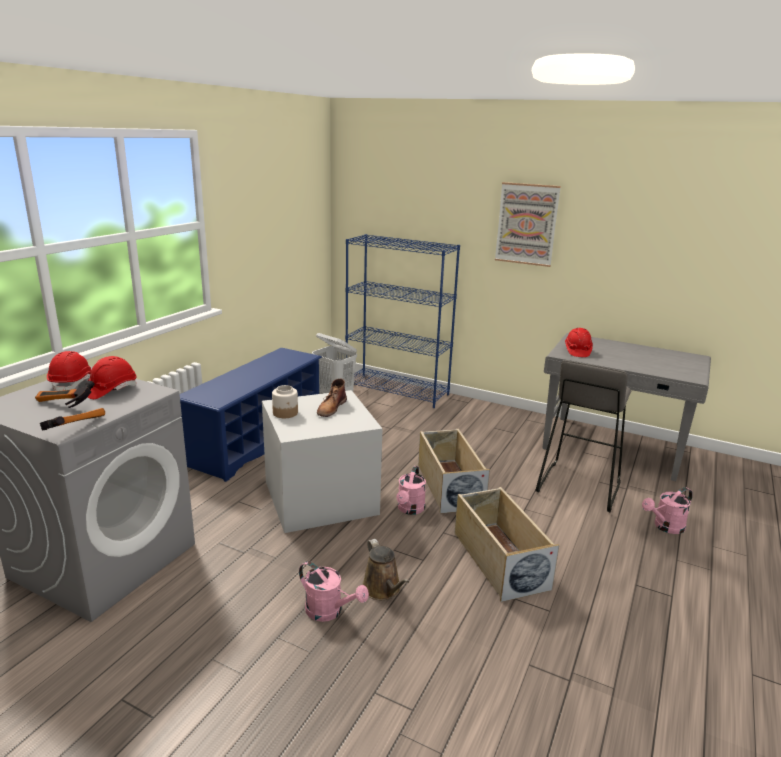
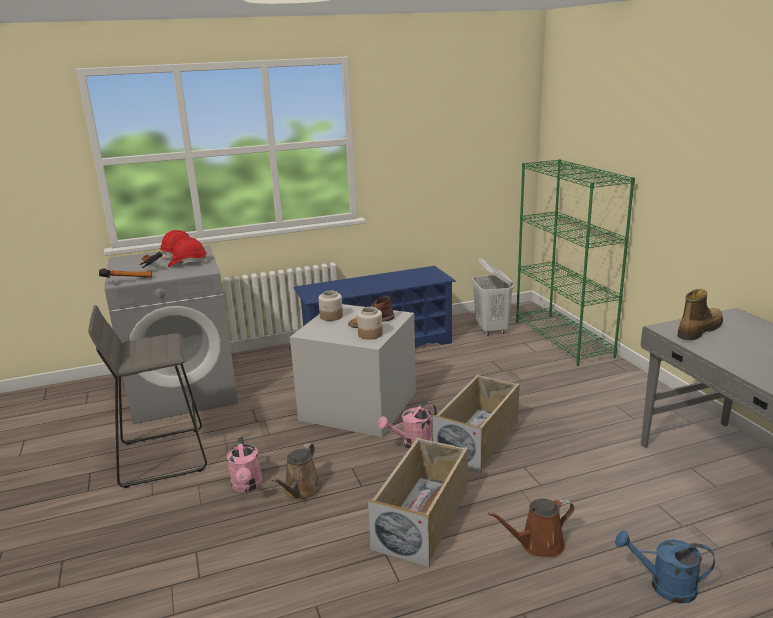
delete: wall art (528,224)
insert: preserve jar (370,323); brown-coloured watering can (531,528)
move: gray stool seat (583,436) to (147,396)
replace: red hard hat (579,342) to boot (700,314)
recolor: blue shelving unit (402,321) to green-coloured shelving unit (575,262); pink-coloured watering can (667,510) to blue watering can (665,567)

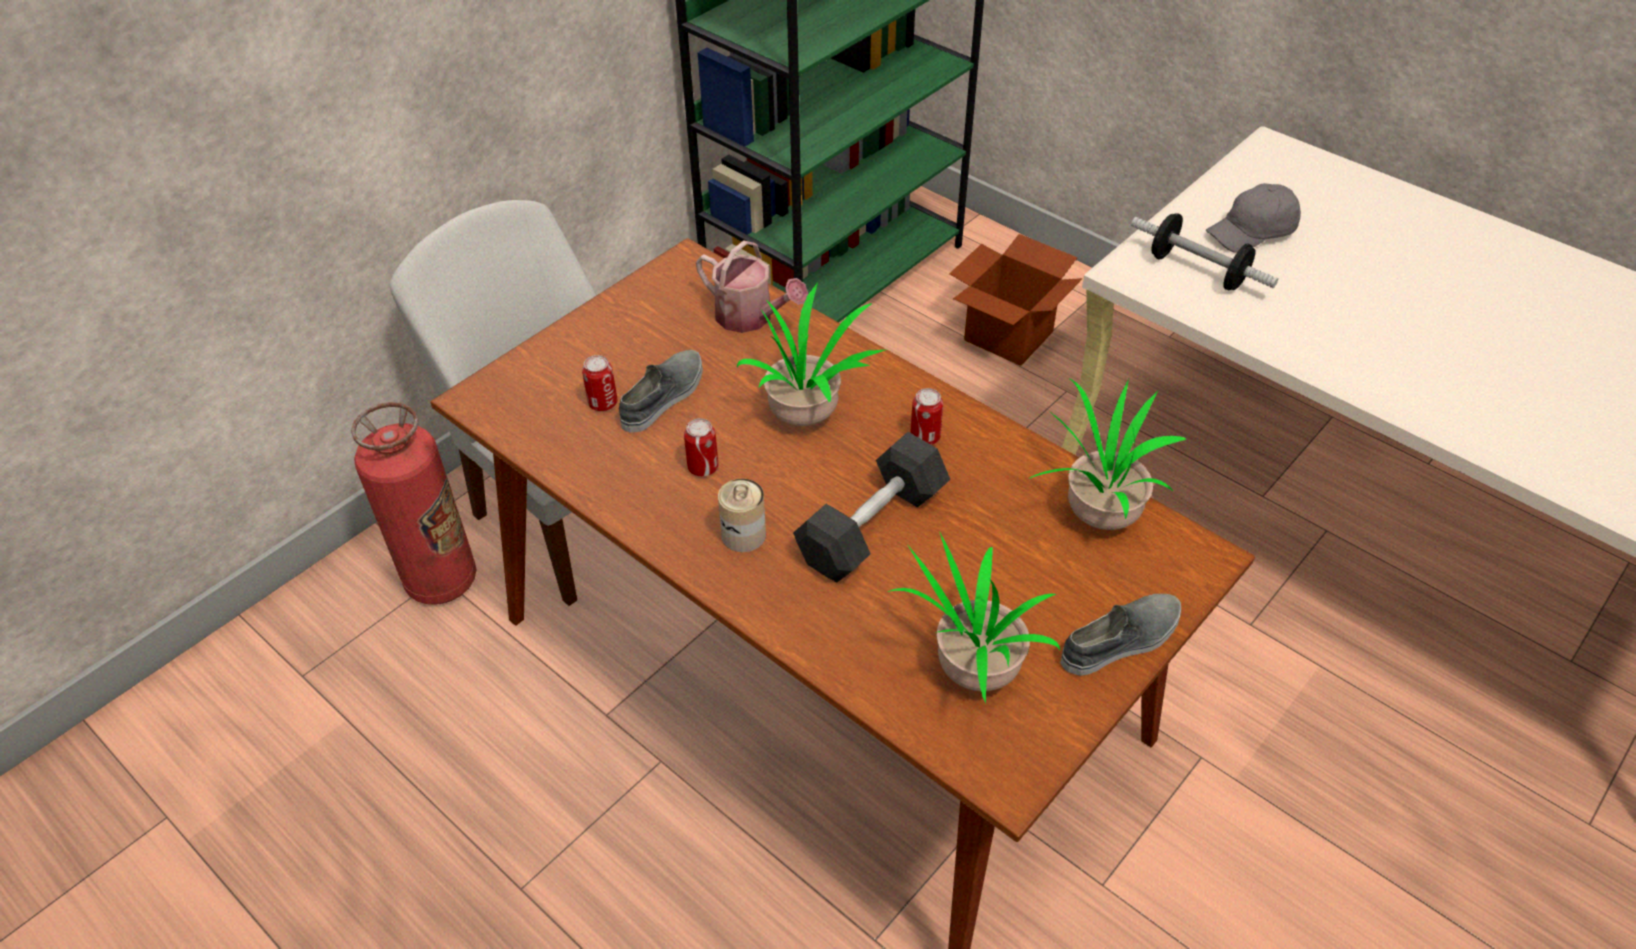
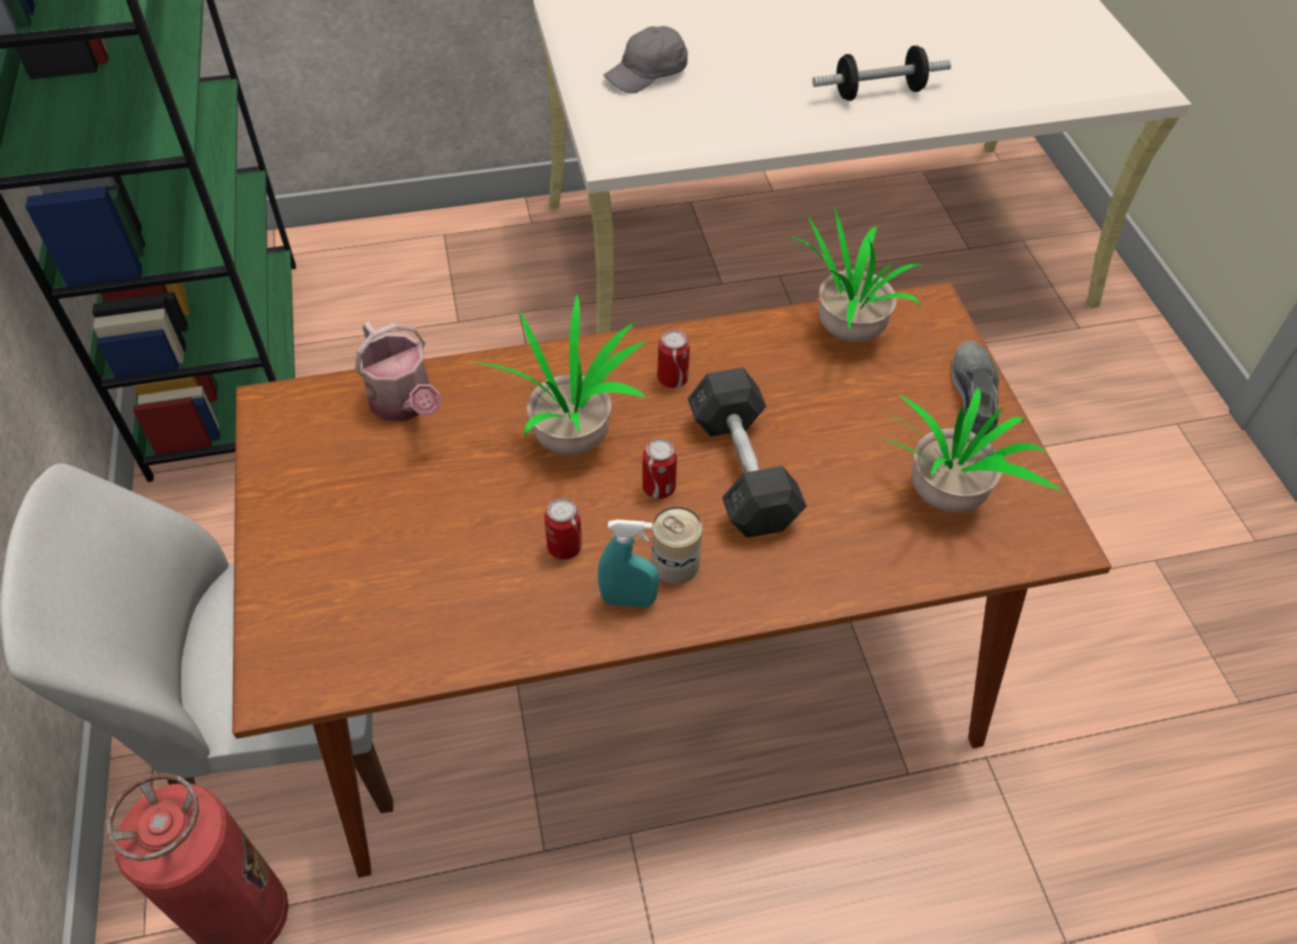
delete: gray item of footwear (661,391); packing box (1015,300)
insert: blue-green hand sprayer (628,563)
move: can (600,383) to (659,468); dumbbell (1204,252) to (881,73)
rotate: watering can (752,286) = (397,371) 75 degrees clockwise; gray peaked cap (1253,218) = (645,59) 45 degrees clockwise

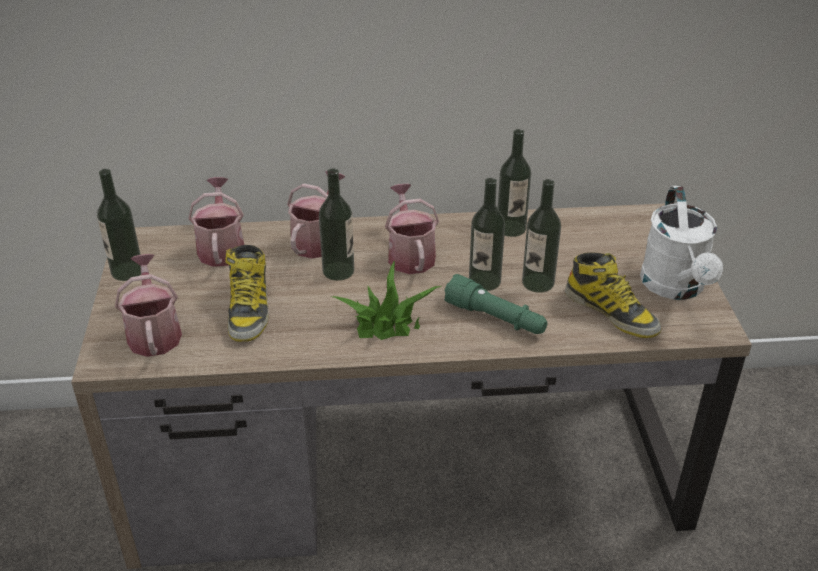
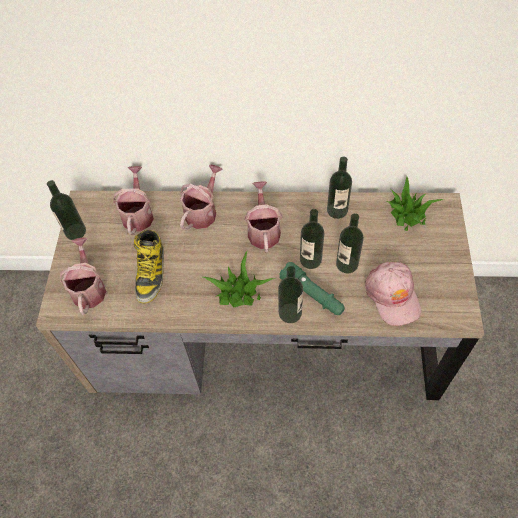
delete: white watering can (681,243)
insert: potted plant (415,203)
move: drink bottle (336,224) to (290,294)
replace: boot (613,295) to pink-coloured peaked cap (393,294)

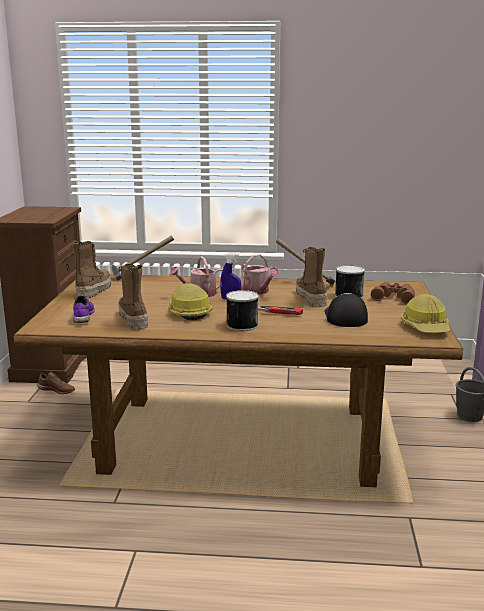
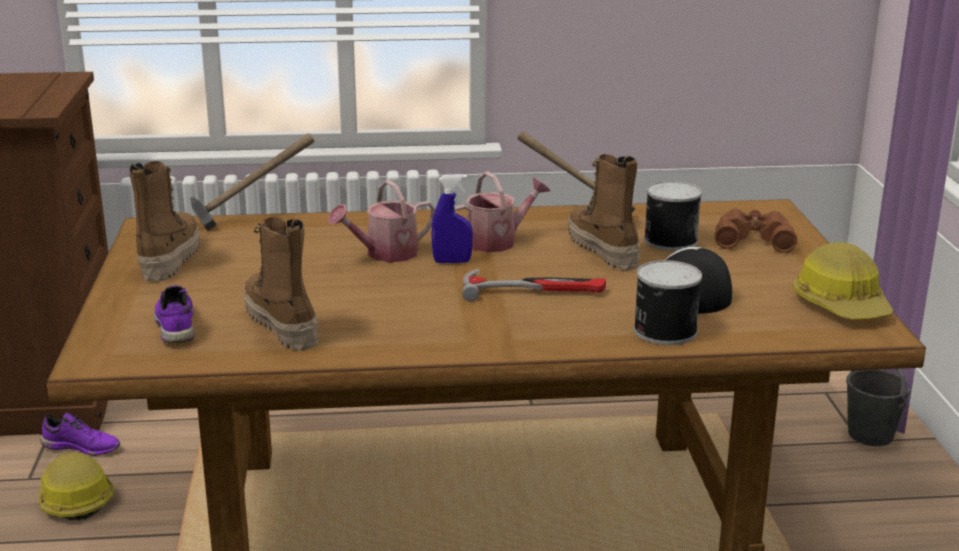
move: hard hat (191,301) to (76,486); can (242,310) to (668,302)
recolor: brown-coloured item of footwear (56,383) to purplish item of footwear (80,434)
rotate: watering can (260,274) = (502,212) 75 degrees counterclockwise

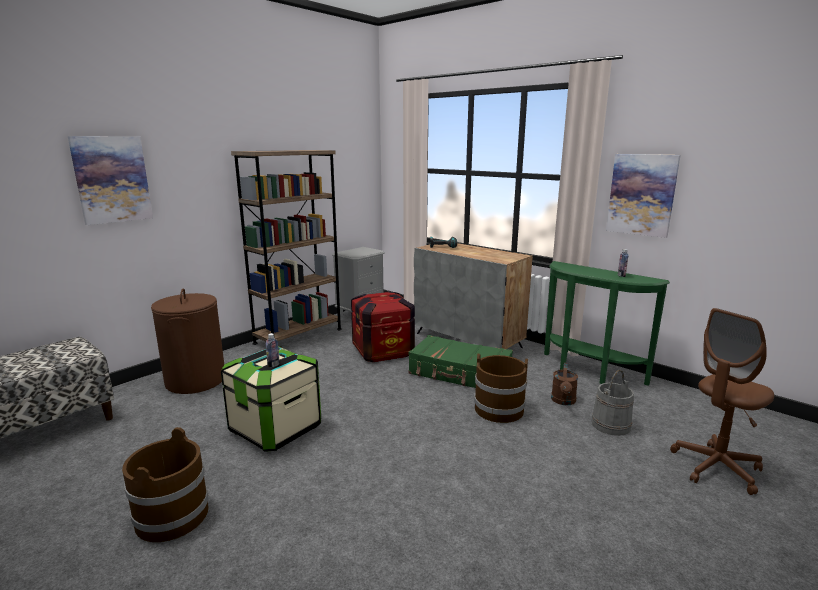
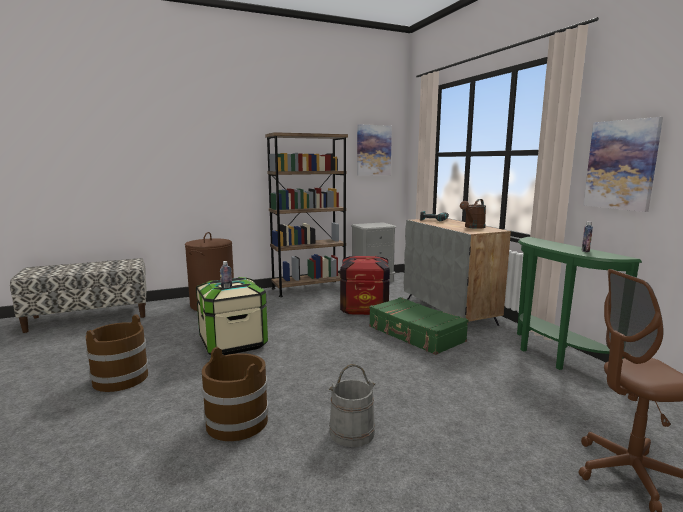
move: brown-coloured bucket (501,388) to (235,394); gray bucket (612,403) to (352,405); wall art (110,180) to (374,150); brown-coloured watering can (564,384) to (473,214)

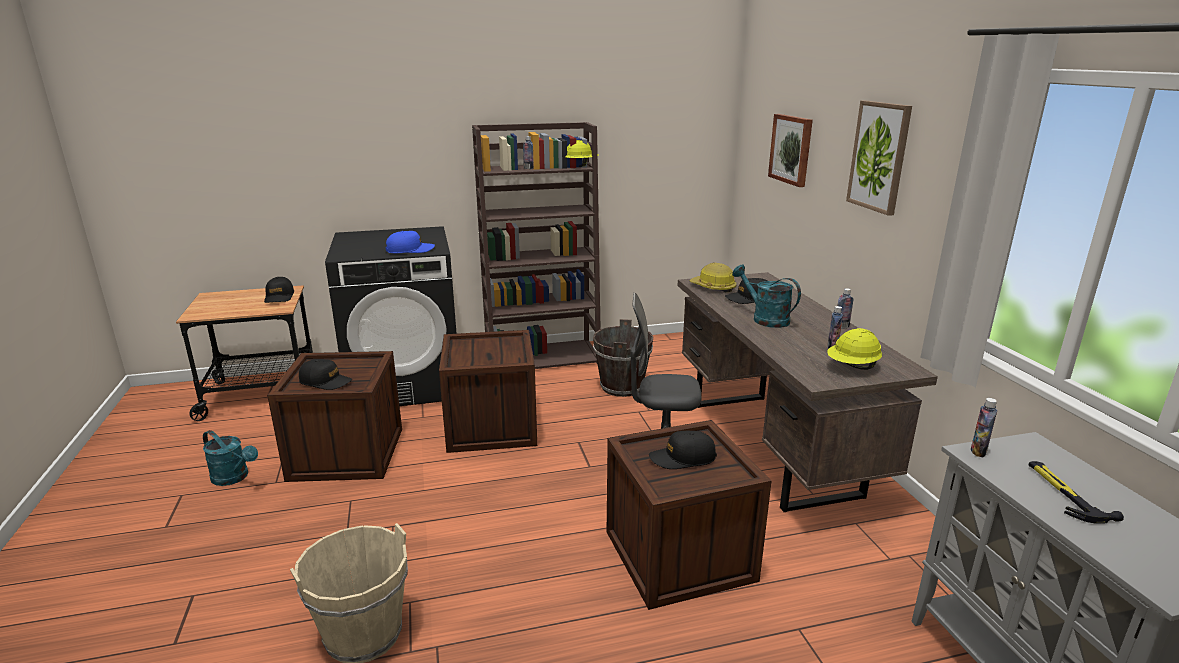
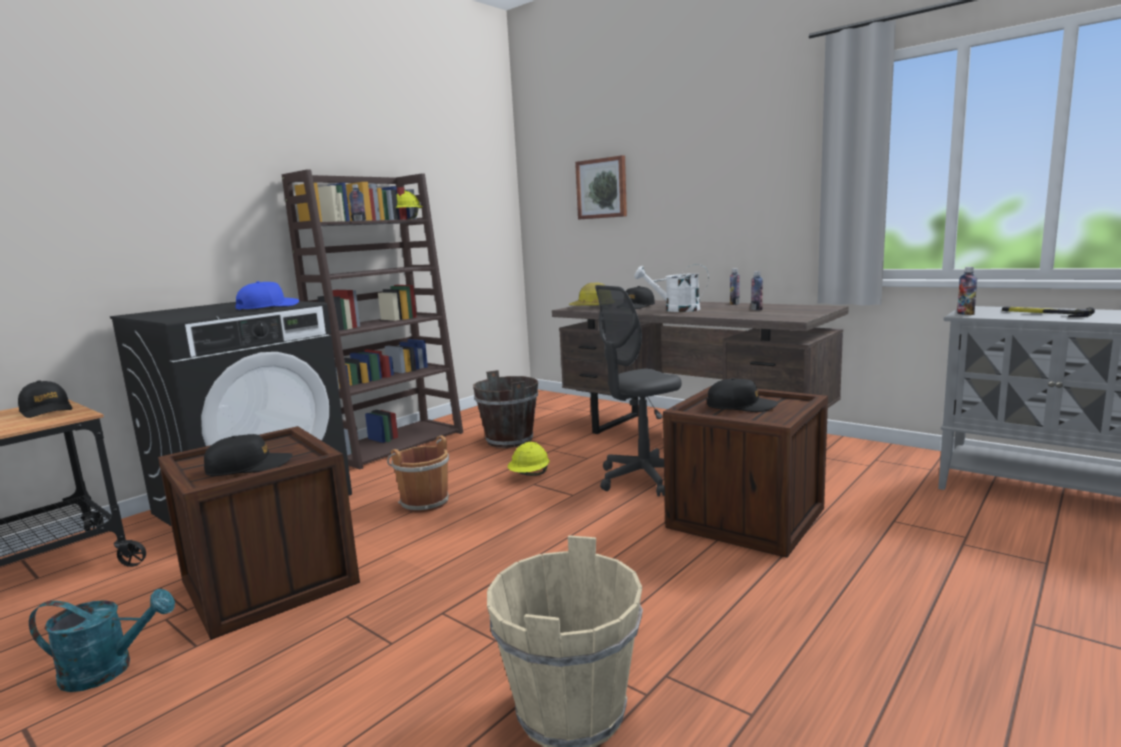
delete: wall art (879,158)
move: yellow-coloured hard hat (854,349) to (529,459)
replace: packing crate (488,391) to brown-coloured bucket (418,474)
recolor: blue-green watering can (766,296) to white watering can (672,288)
rotate: black-coloured peaked cap (683,450) = (742,395) 120 degrees counterclockwise

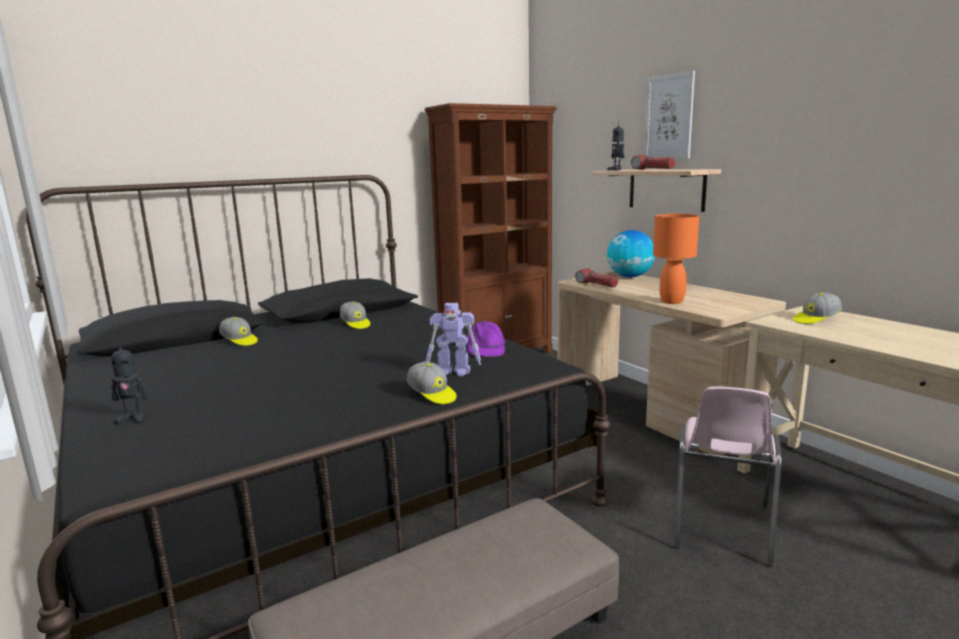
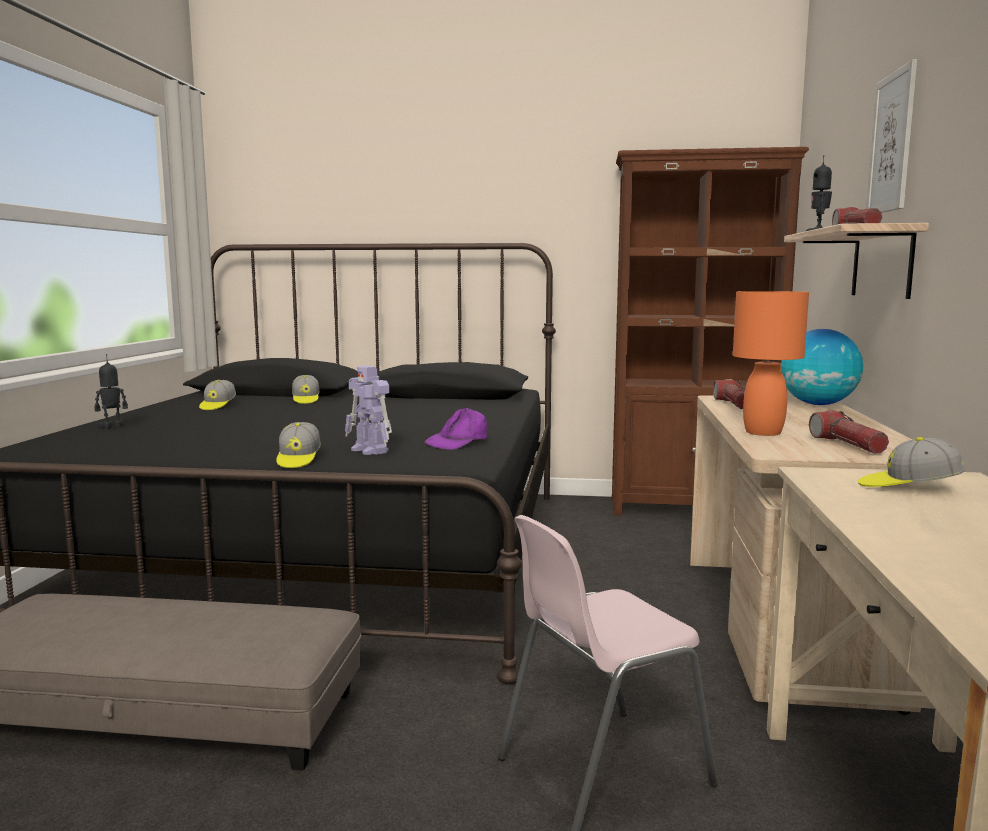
insert: torch (849,432)
move: peaked cap (355,315) to (217,395)
rotate: toy robot (129,381) = (111,391) 105 degrees clockwise

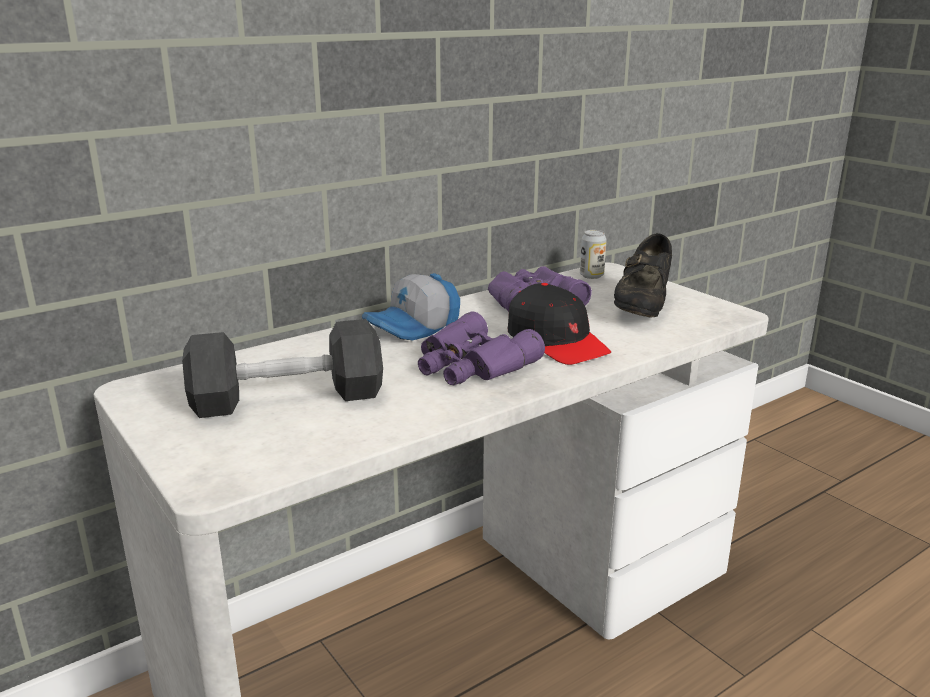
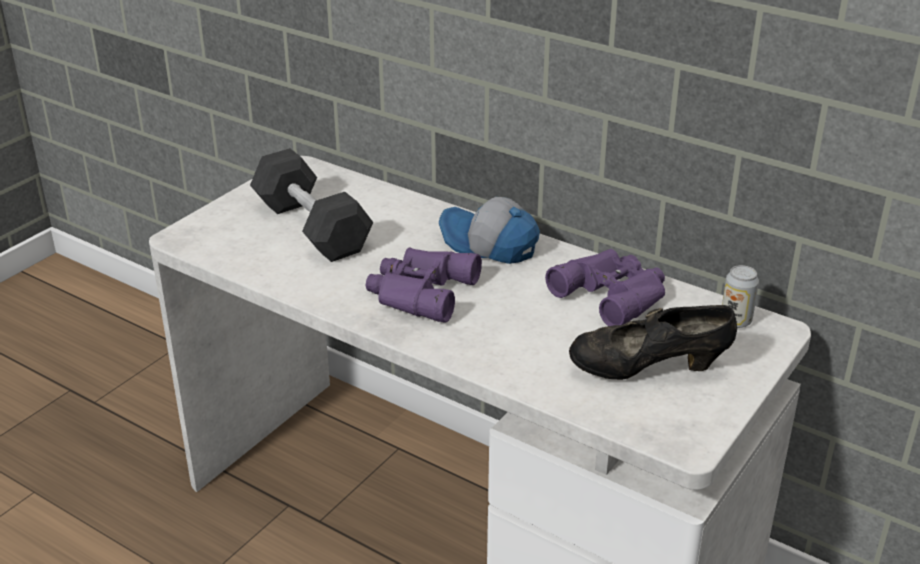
delete: black-coloured peaked cap (559,324)

